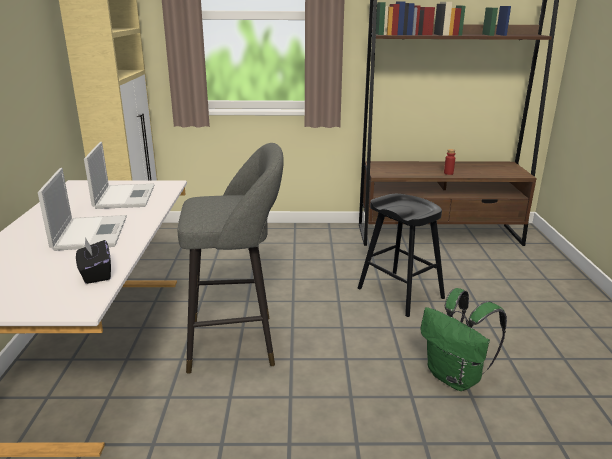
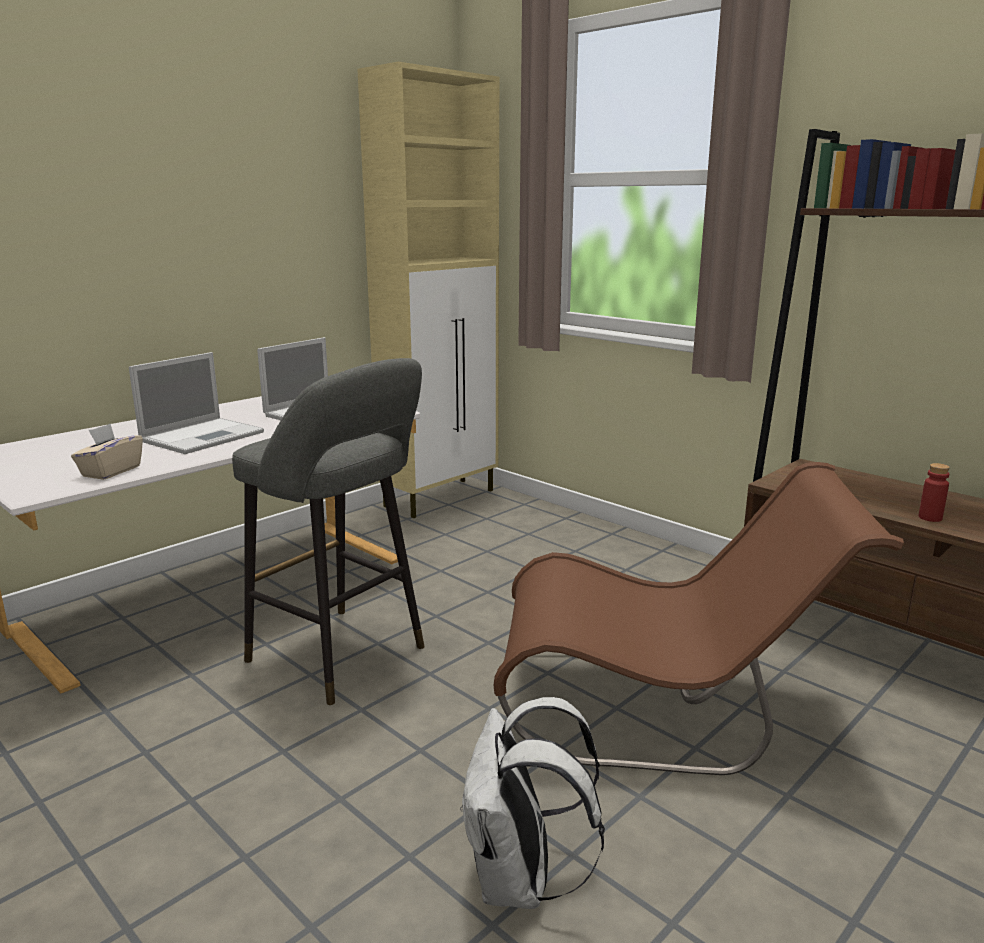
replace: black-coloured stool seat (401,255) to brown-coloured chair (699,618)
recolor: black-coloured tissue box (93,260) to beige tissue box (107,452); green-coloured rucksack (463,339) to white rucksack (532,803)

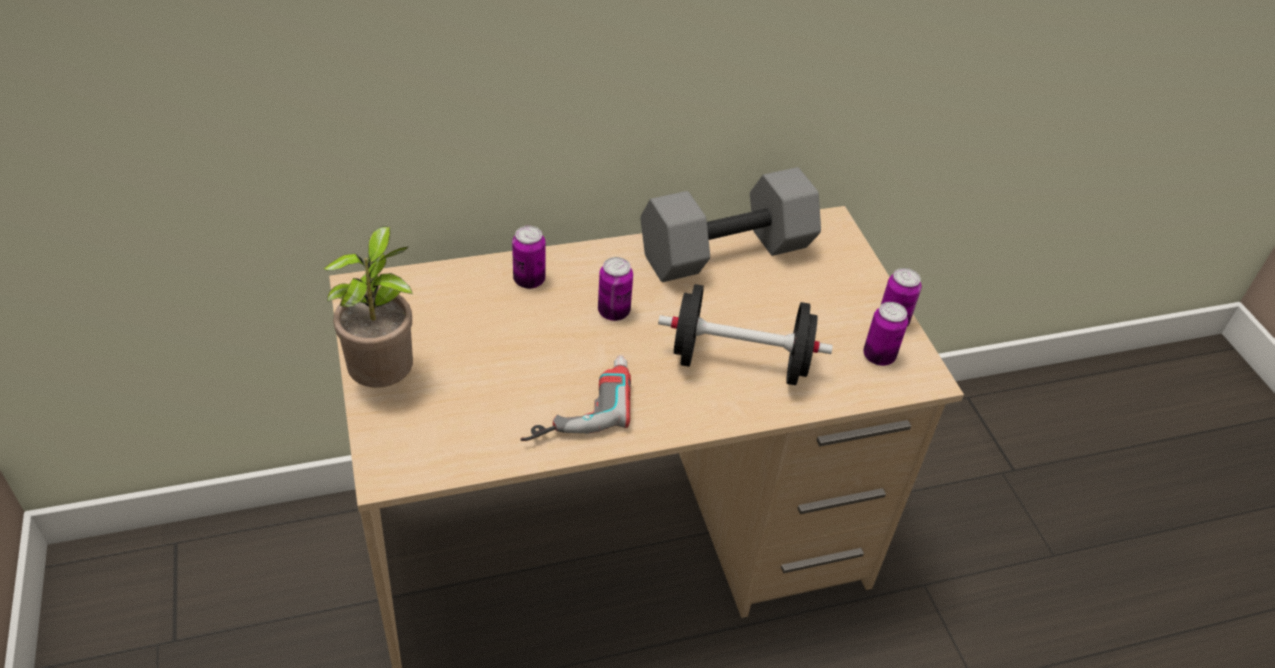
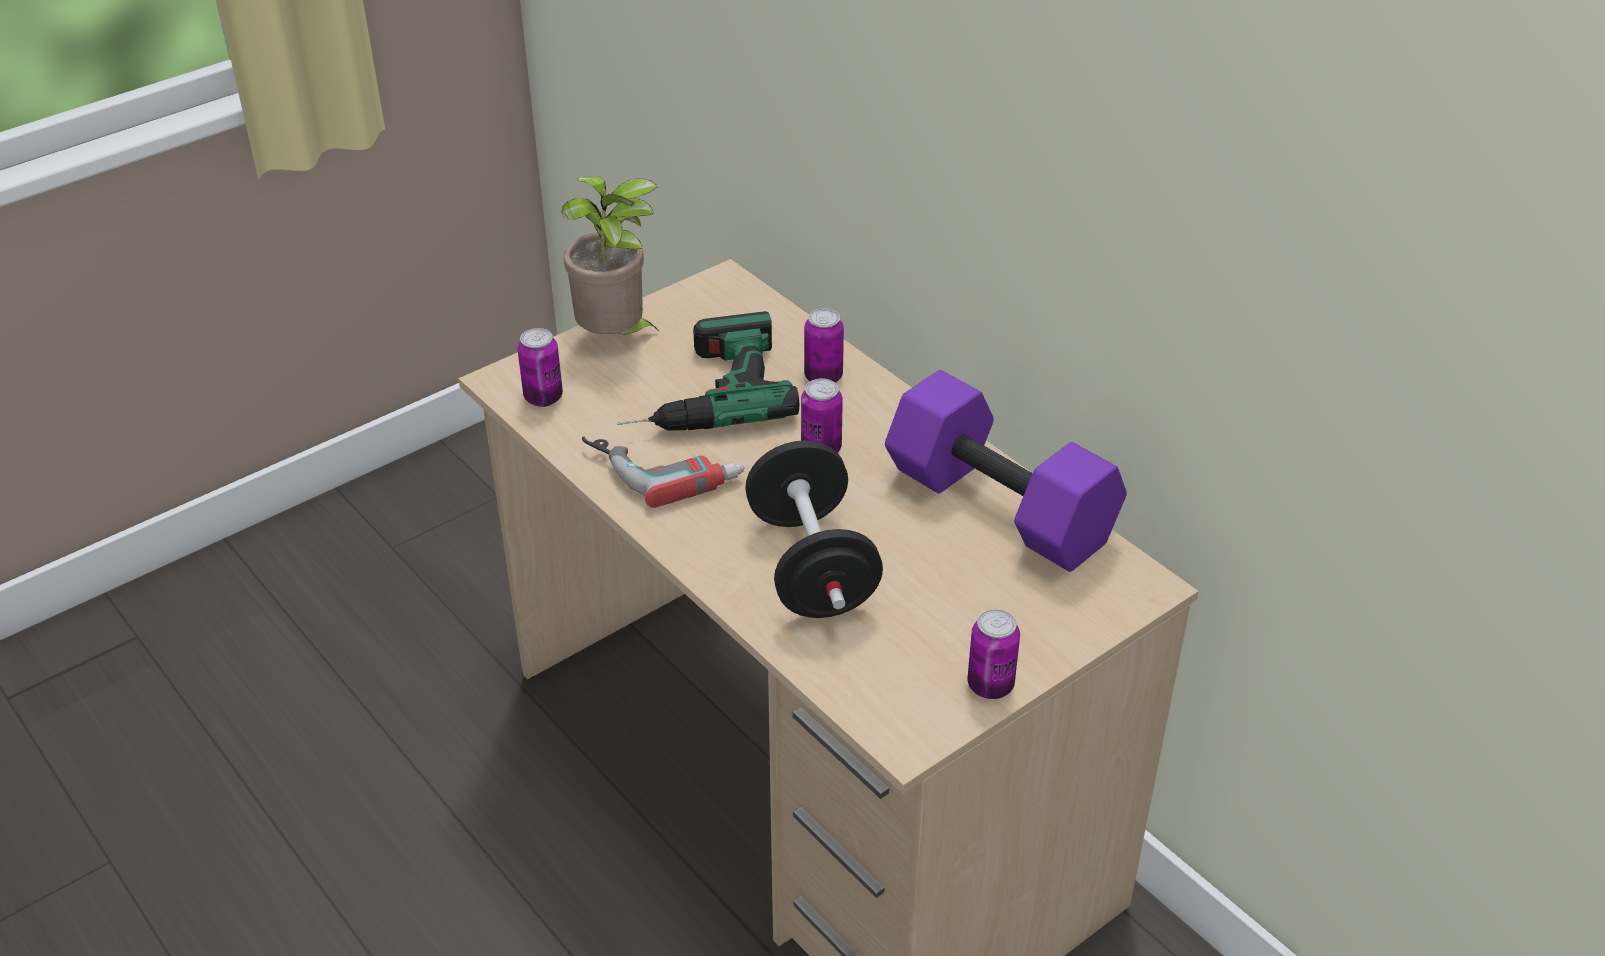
insert: drill (708,371)
move: can (885,334) to (540,367)
recolor: gray dumbbell (730,224) to purplish dumbbell (1006,471)

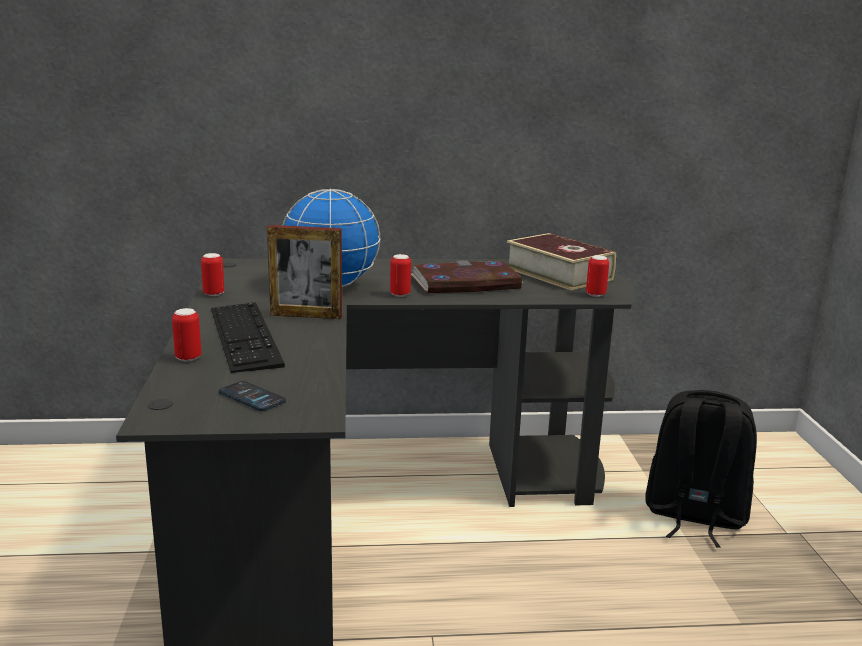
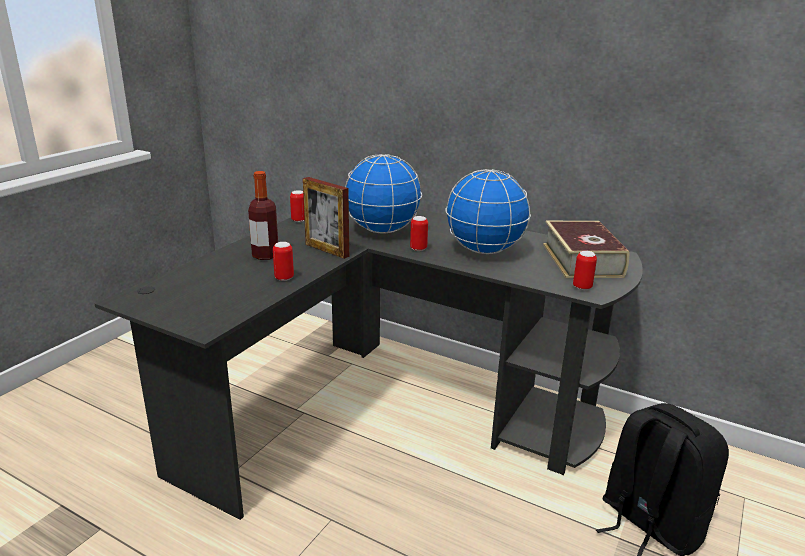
delete: telephone (252,396)
move: can (186,335) to (283,261)
replace: keyboard (248,337) to drink bottle (263,215); bound book (467,276) to world globe (488,211)

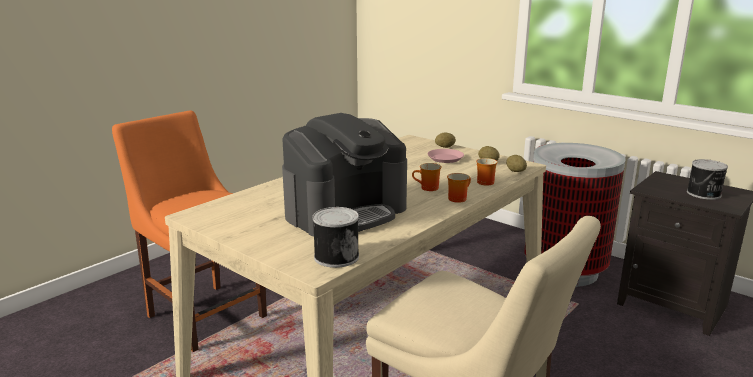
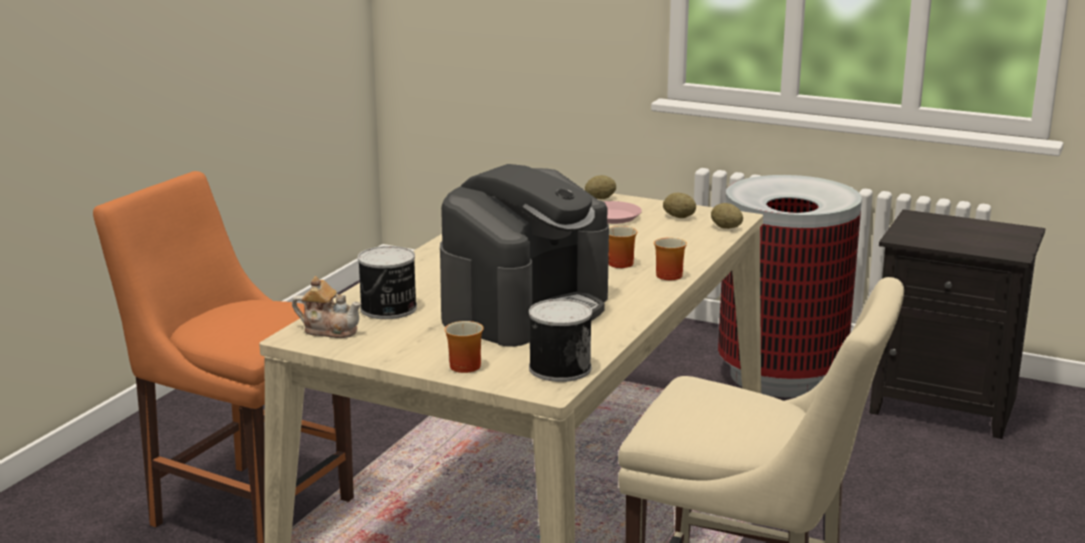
insert: pot for tea (326,307)
move: can (707,179) to (387,282); tea mug (487,171) to (464,347)

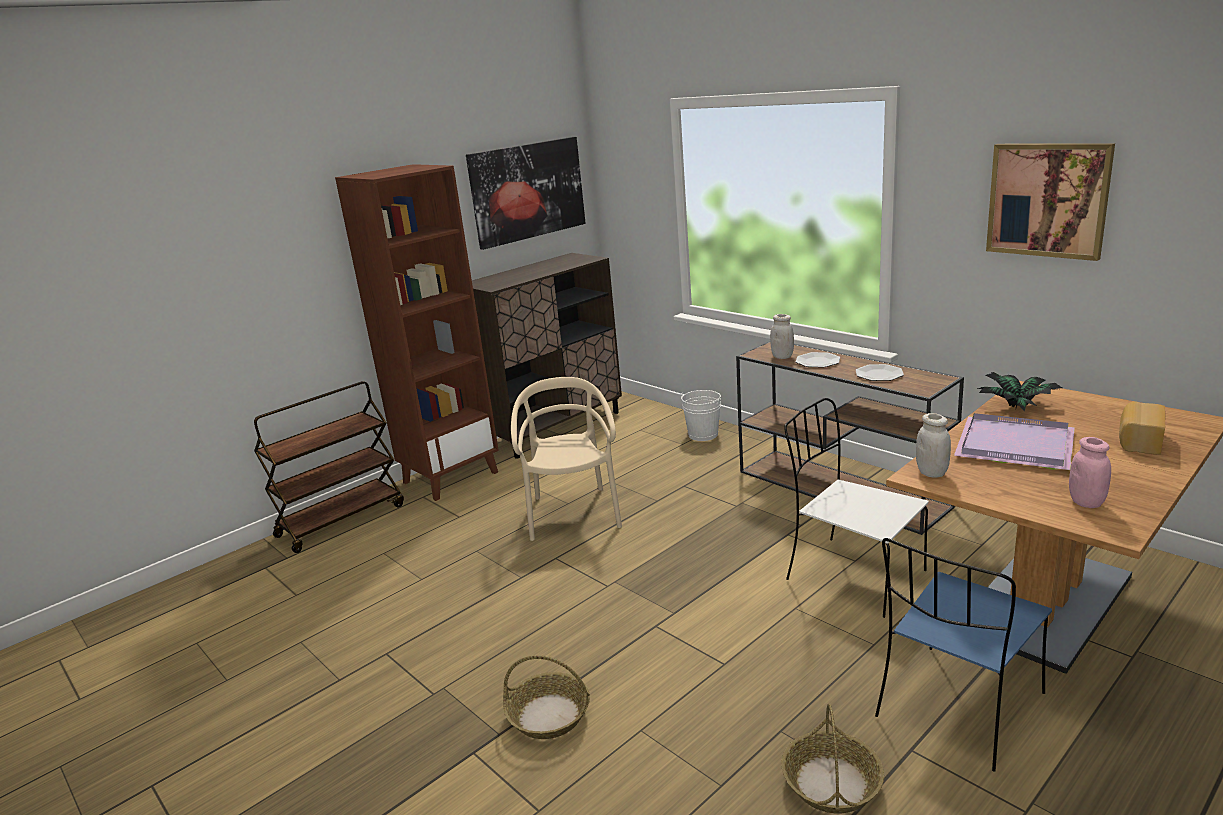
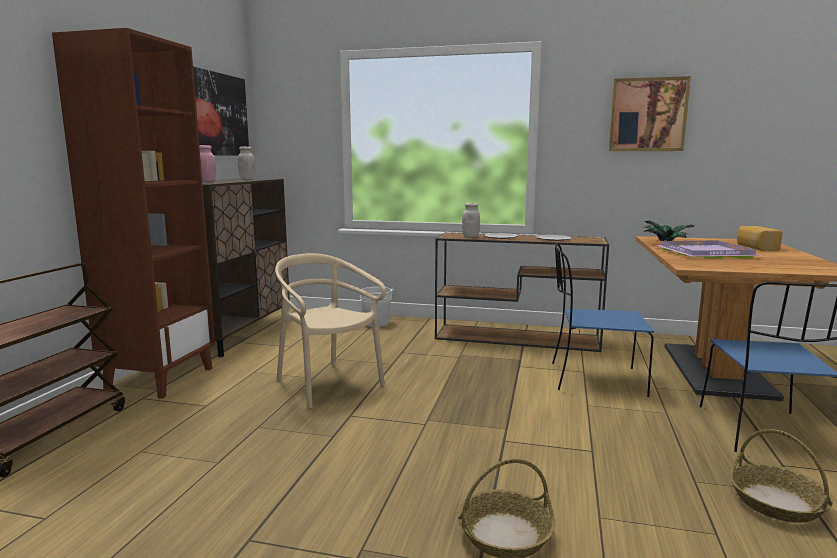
move: pink-coloured preserve jar (1090,472) to (207,163); white preserve jar (933,445) to (246,162)
recolor: white chair (856,508) to blue chair (603,320)

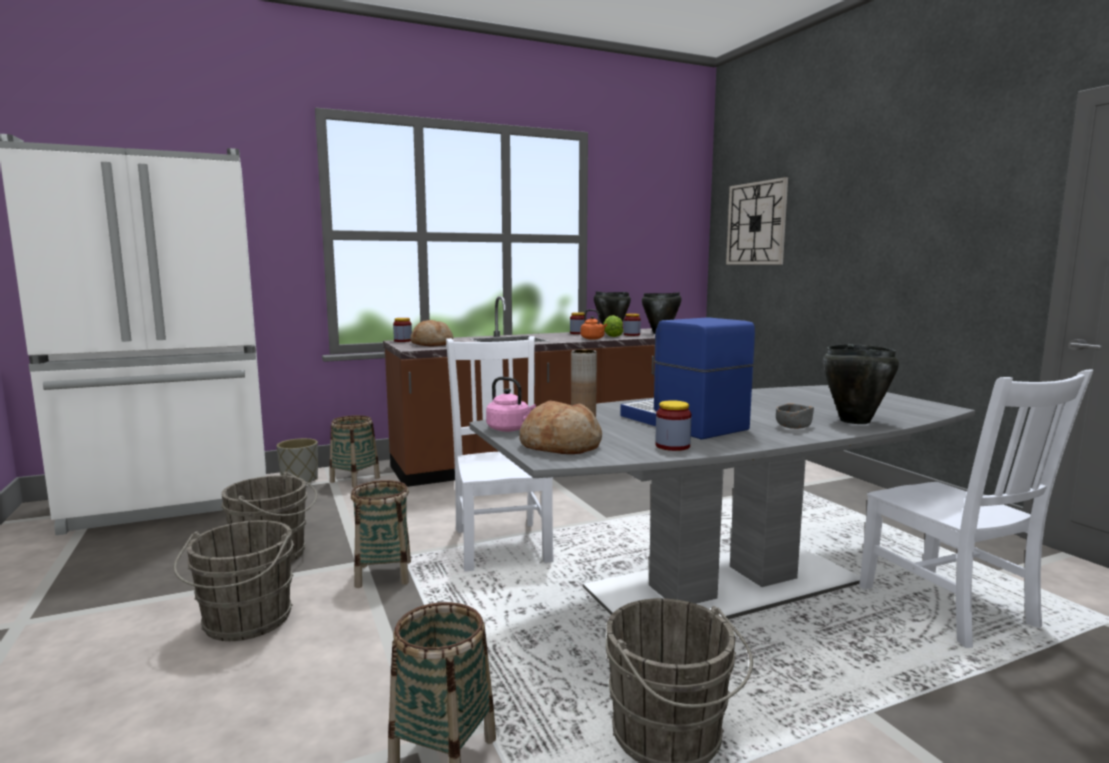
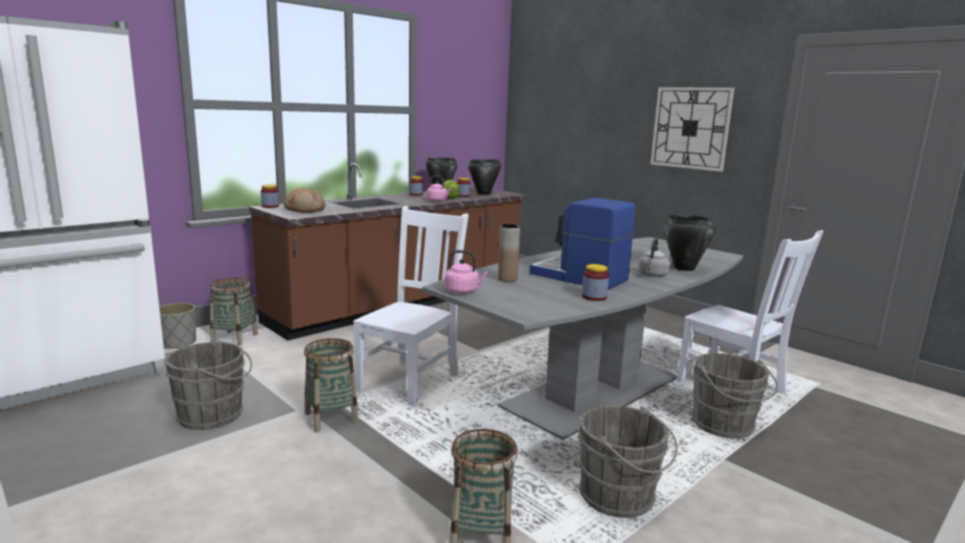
delete: bread (560,427)
move: wall clock (757,220) to (692,129); gray bucket (233,580) to (735,396)
replace: gray serving bowl (795,416) to gray kettle (654,257)
recolor: orange kettle (594,324) to pink-coloured kettle (439,188)
rotate: white chair (500,454) = (411,306) 60 degrees clockwise

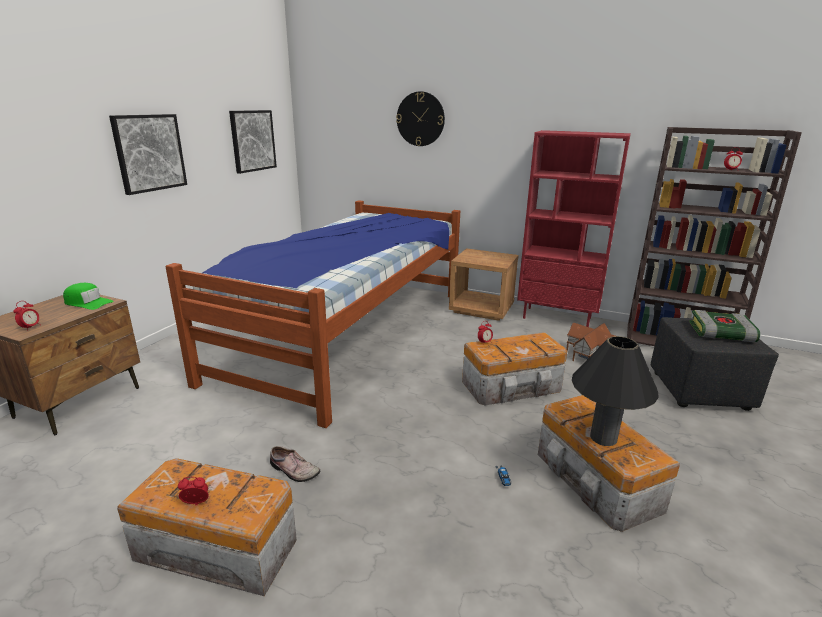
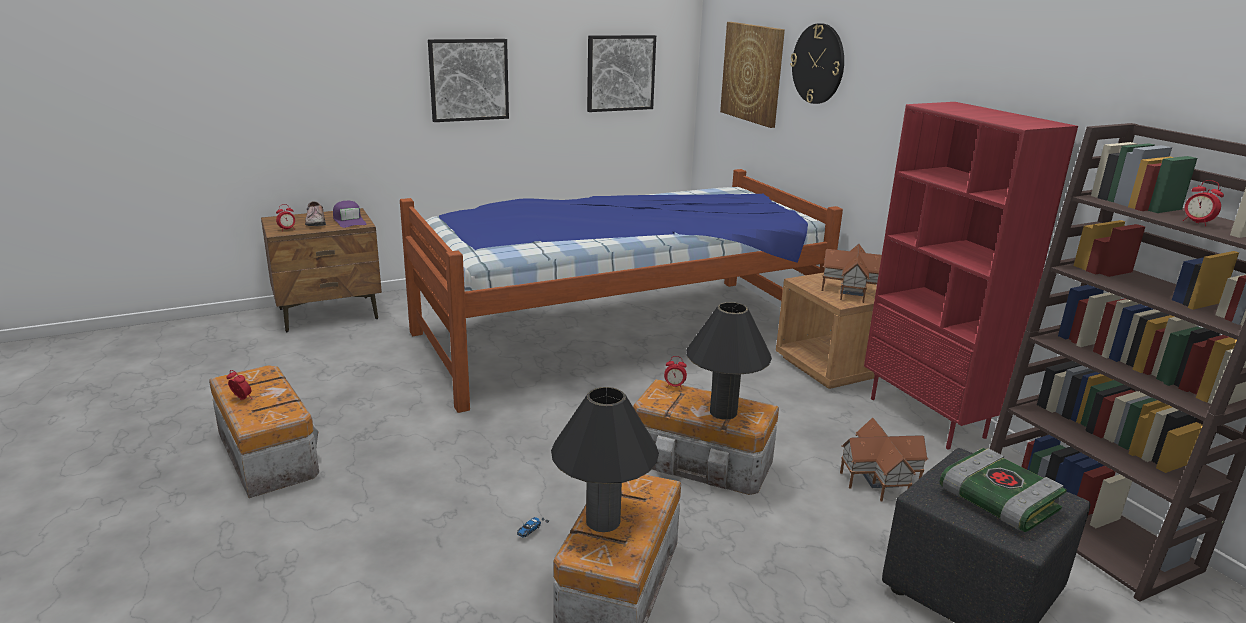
insert: black-coloured table lamp (729,361); wall art (752,75); toy house (852,273)
move: item of footwear (295,464) to (315,213)
recolor: green-coloured peaked cap (88,296) to purplish peaked cap (350,214)

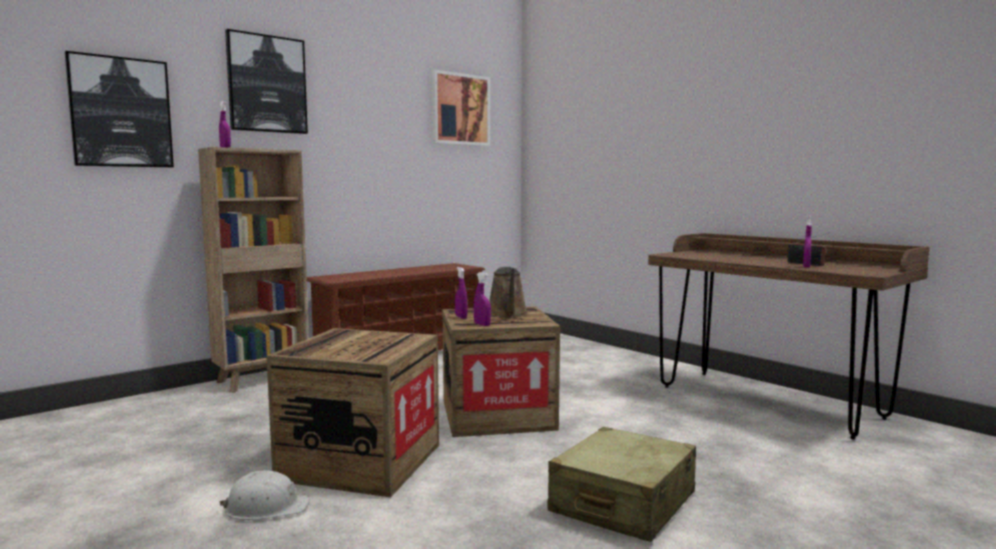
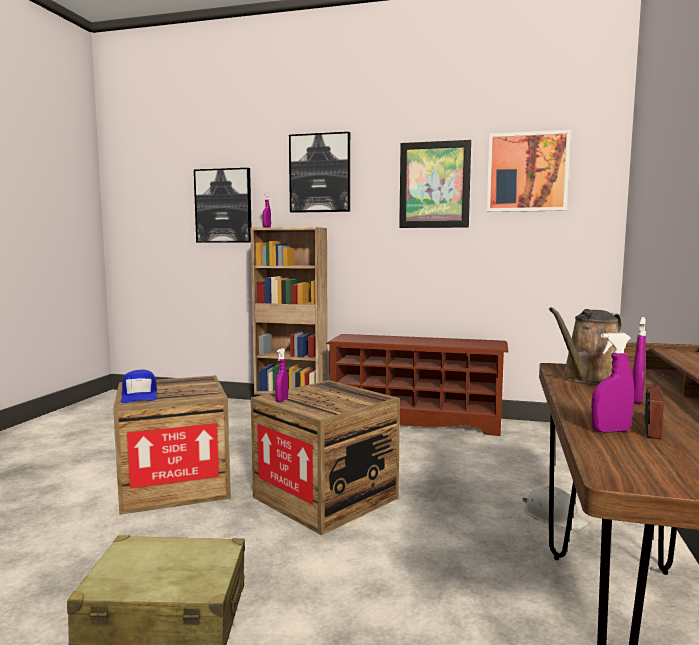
insert: blue peaked cap (139,386); wall art (435,184)
move: white hard hat (265,495) to (555,507); brown-coloured watering can (508,292) to (585,346); purplish hand sprayer (461,293) to (639,360)

